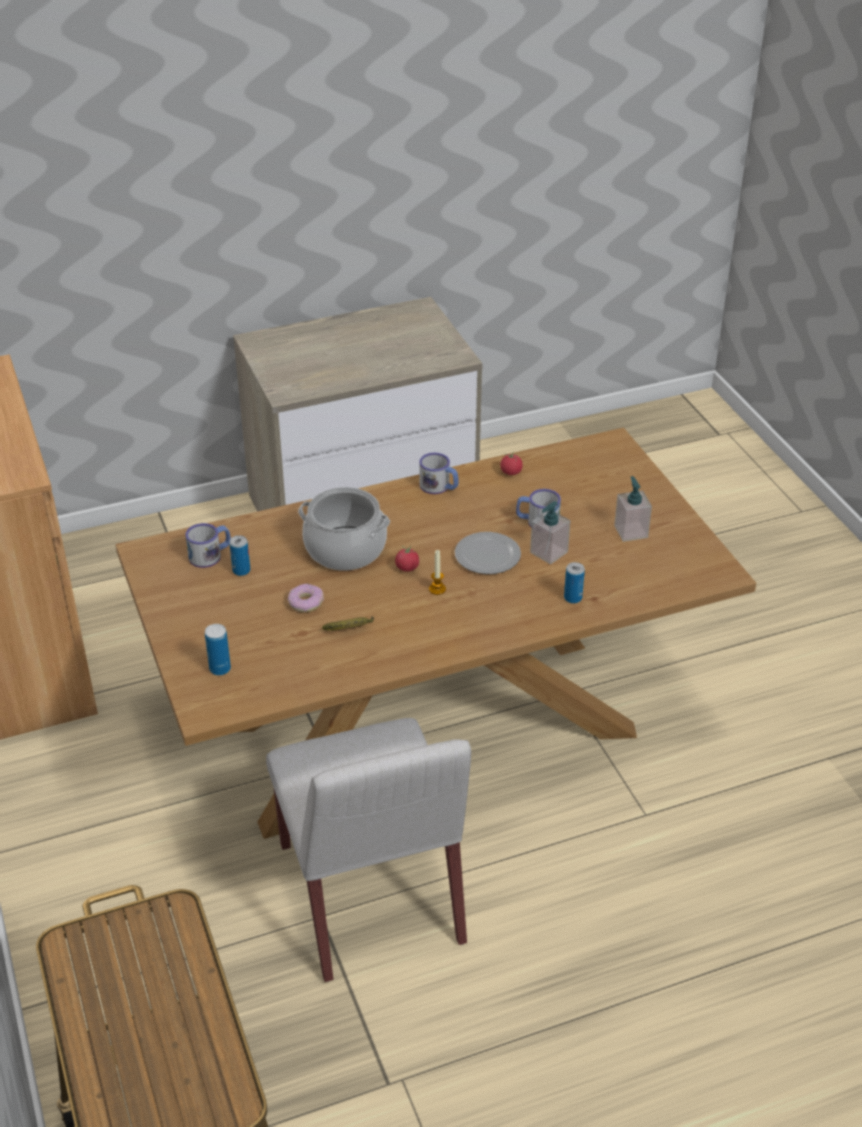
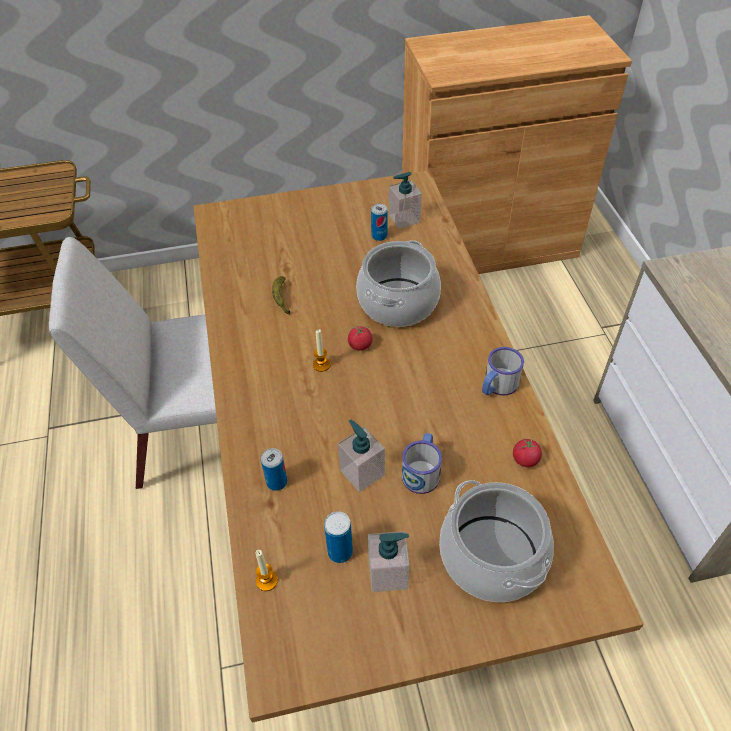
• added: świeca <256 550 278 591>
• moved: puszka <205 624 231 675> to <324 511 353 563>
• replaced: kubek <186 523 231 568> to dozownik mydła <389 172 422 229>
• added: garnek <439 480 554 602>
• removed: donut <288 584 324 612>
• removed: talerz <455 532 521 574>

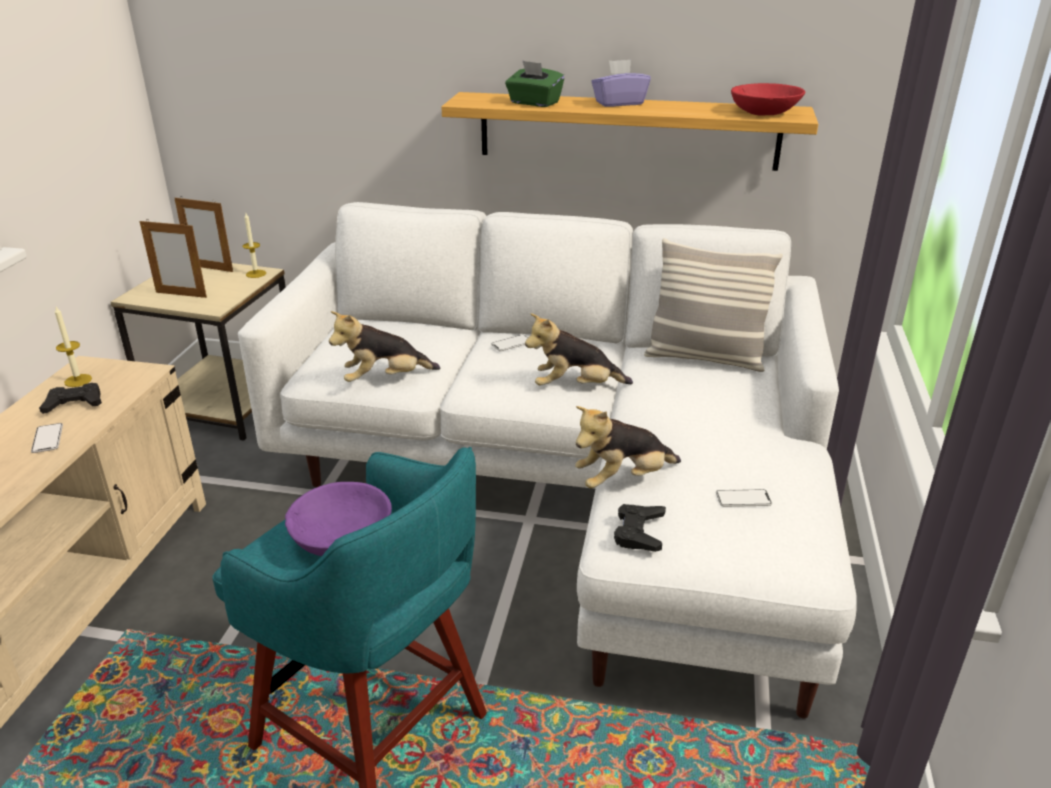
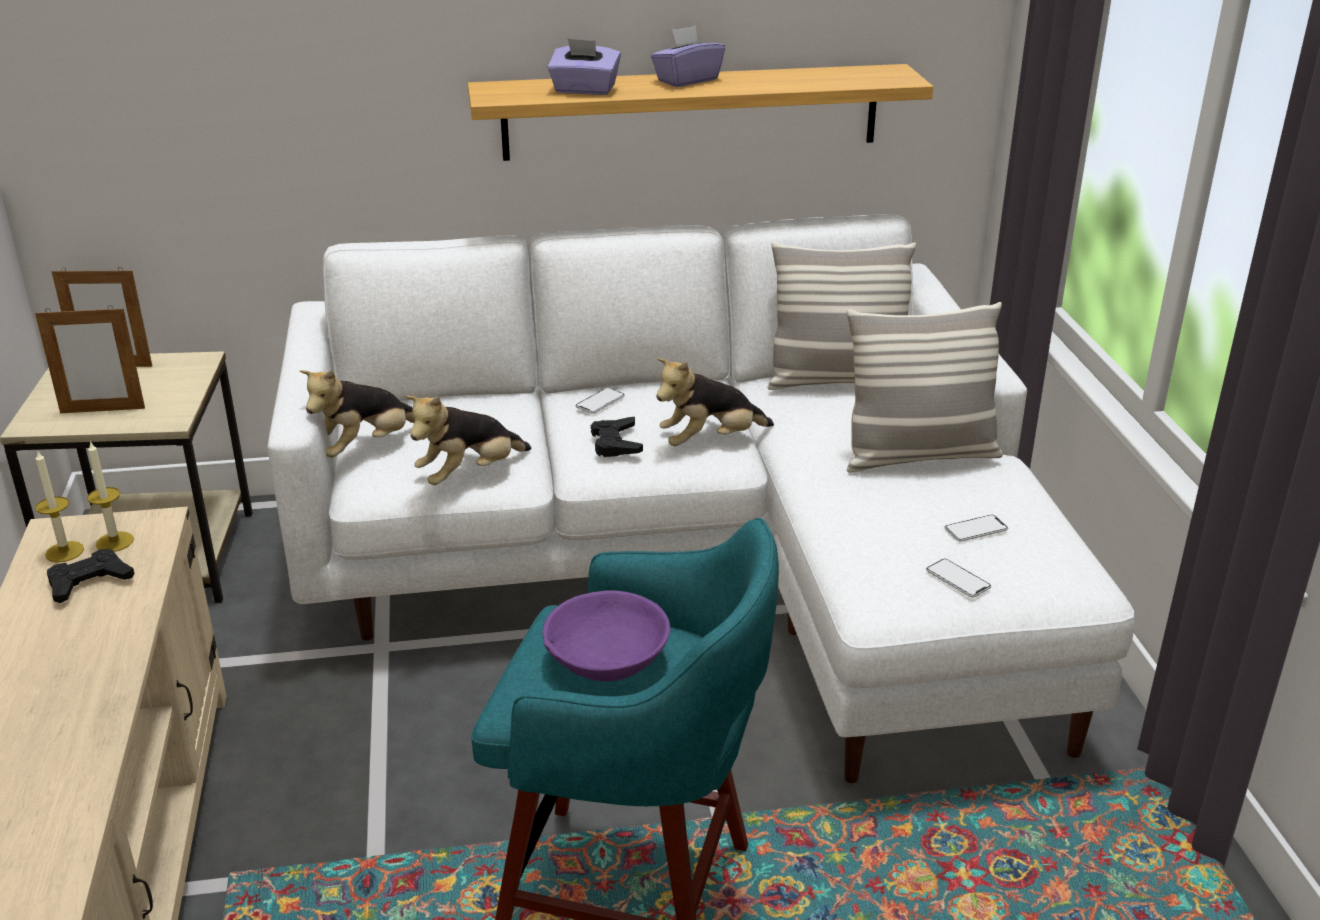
• moved: świeca <243 213 266 278> to <87 441 134 552>
• moved: pluszak <575 406 681 488> to <300 369 415 458>
• recoloured: pudełko chusteczek (zielony) <505 60 565 107> to pudełko chusteczek (fioletowy) <548 38 621 95>
• moved: pad do gier (czarny) <614 504 666 552> to <591 417 643 457>
• added: poduszka <847 302 1003 473>
• moved: telefon <31 423 63 453> to <926 559 991 597>
• removed: miska (czerwony) <731 83 805 115>

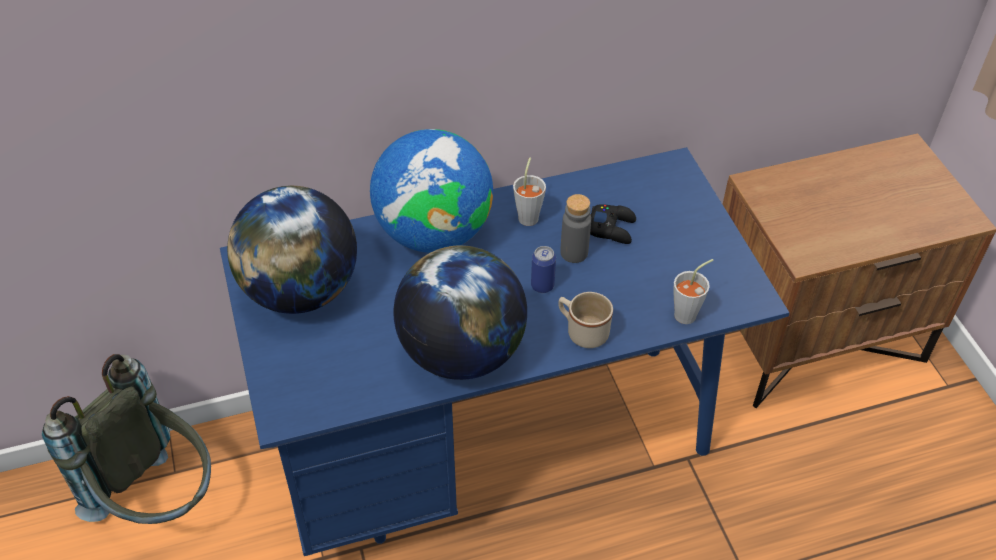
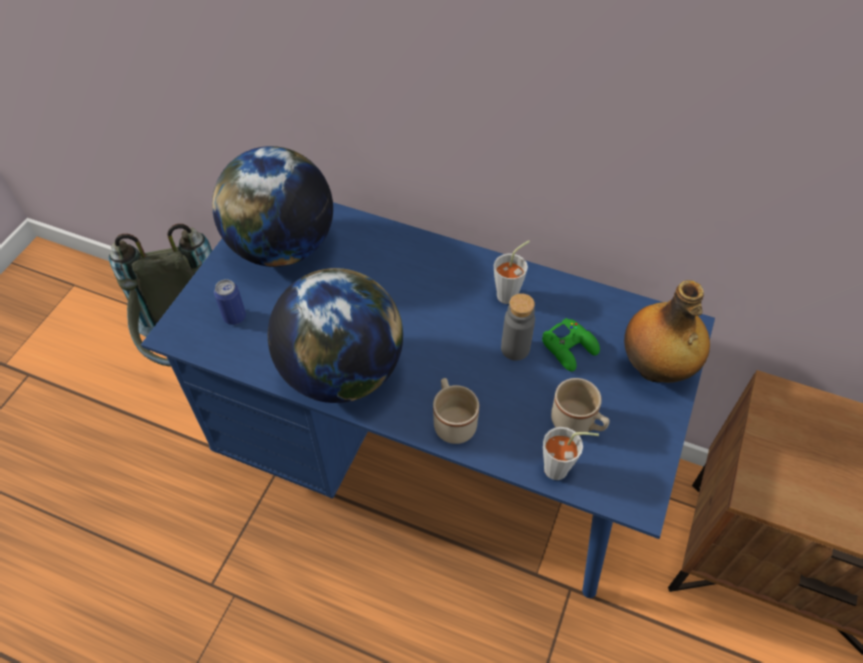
• moved: puszka <531 246 556 293> to <214 279 246 325>
• recoloured: pad do gier (czarny) <590 204 636 244> to pad do gier (zielony) <542 318 600 372>
• added: kubek (beżowy) <551 378 610 436>
• added: butelka <624 280 710 383>
• removed: globus <370 129 493 253>

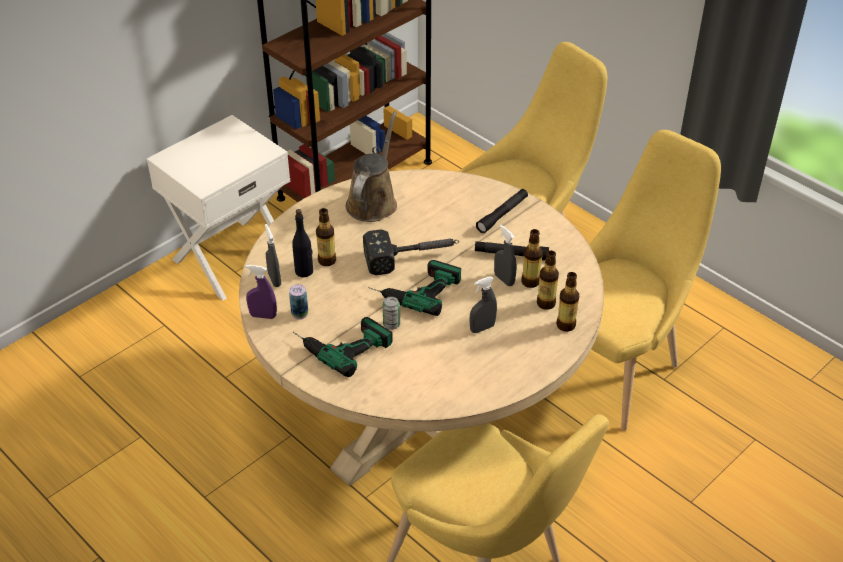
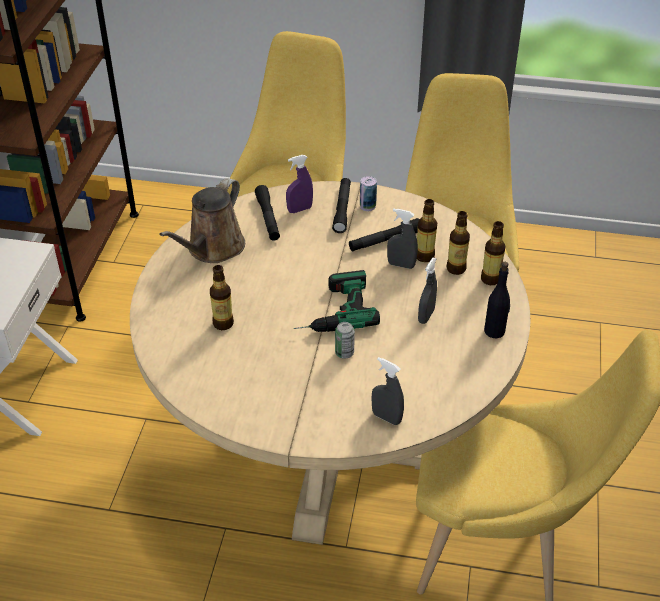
• turned: konewka (brązowy) <346 111 397 222> = <160 178 245 263> 135 degrees counterclockwise
• added: latarka (czarny) <255 185 280 240>
• moved: spryskiwacz (fioletowy) <245 265 277 319> to <286 155 313 213>
• moved: puszka <289 284 308 320> to <360 176 377 211>
• moved: spryskiwacz (szary) <265 224 281 287> to <372 357 404 425>
• moved: butelka (czarny) <292 209 313 277> to <484 262 510 338>
• removed: wiertarka <293 317 393 377>
• removed: młotek <363 229 459 275>

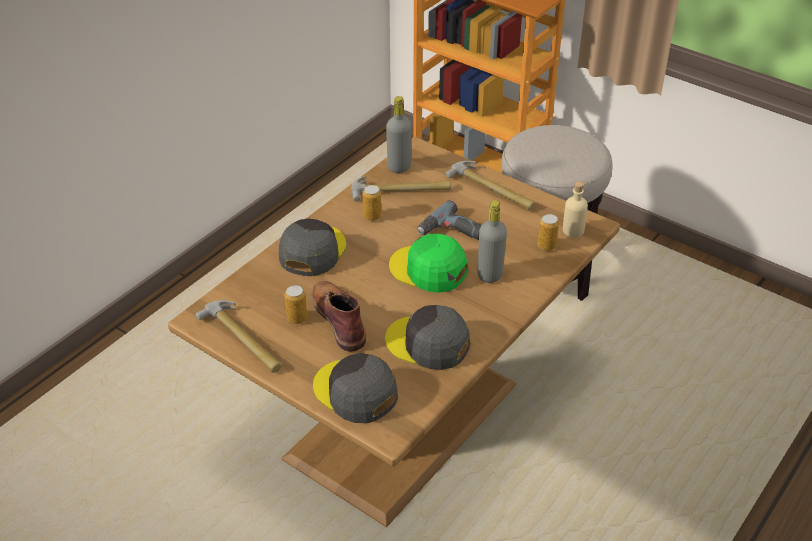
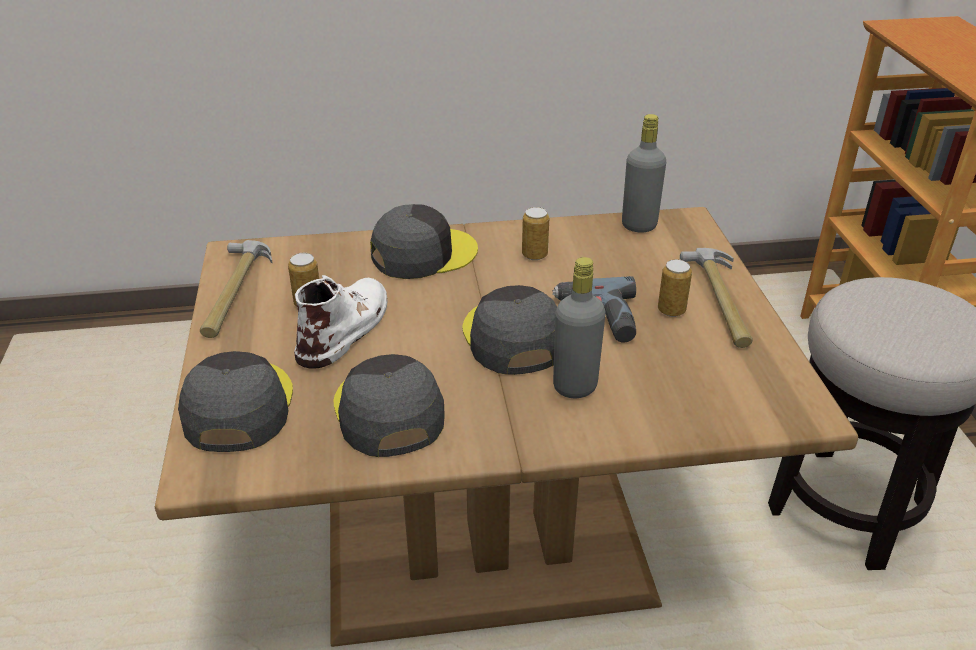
• recoloured: but z cholewką (brązowy) <312 281 366 351> to but z cholewką (biały) <294 275 387 369>
• recoloured: czapka z daszkiem (zielony) <389 234 467 293> to czapka z daszkiem (szary) <462 285 557 375>
• moved: puszka <538 214 559 251> to <658 259 692 317>
• removed: młotek <351 176 451 202>
• removed: butelka (beżowy) <563 181 588 237>

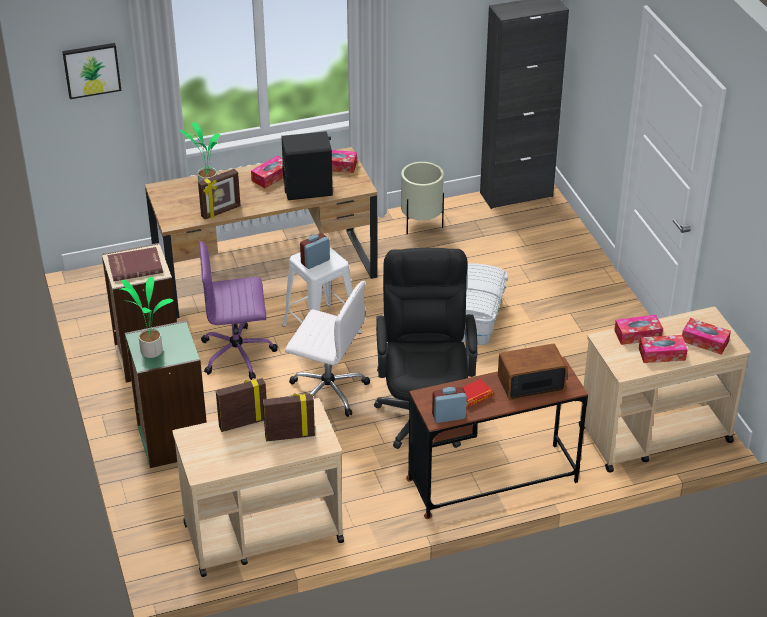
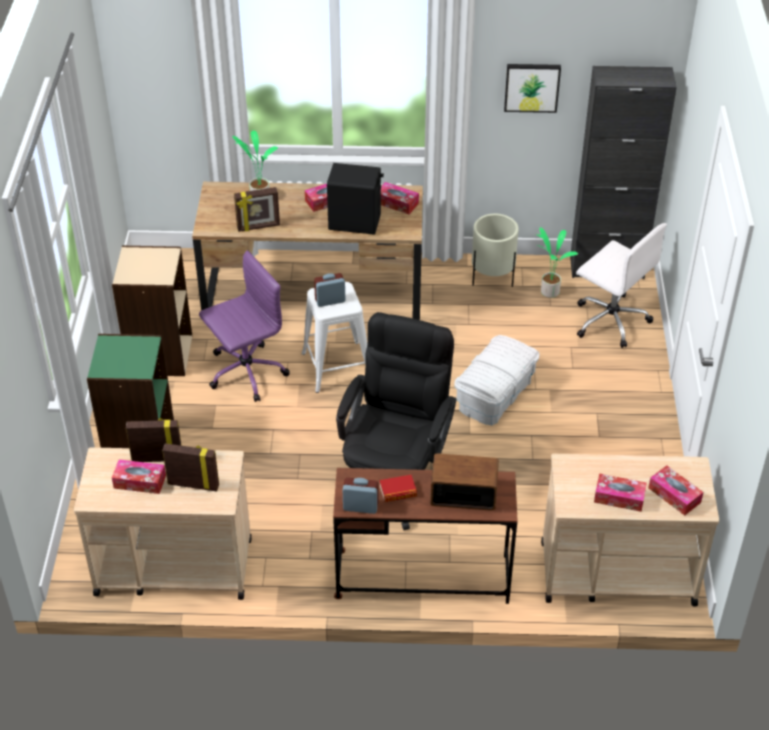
• moved: pudełko chusteczek <614 315 663 345> to <112 459 166 494>
• turned: krzesło biurowe (fioletowy) <199 241 278 380> = <199 250 290 402> 135 degrees clockwise
• moved: obraz <62 43 121 99> to <504 64 561 113>
• moved: roślina doniczkowa <118 277 174 358> to <536 227 578 298>
• moved: krzesło biurowe (biały) <285 281 370 417> to <576 223 667 348>
• removed: książka (czerwony) <108 247 163 281>

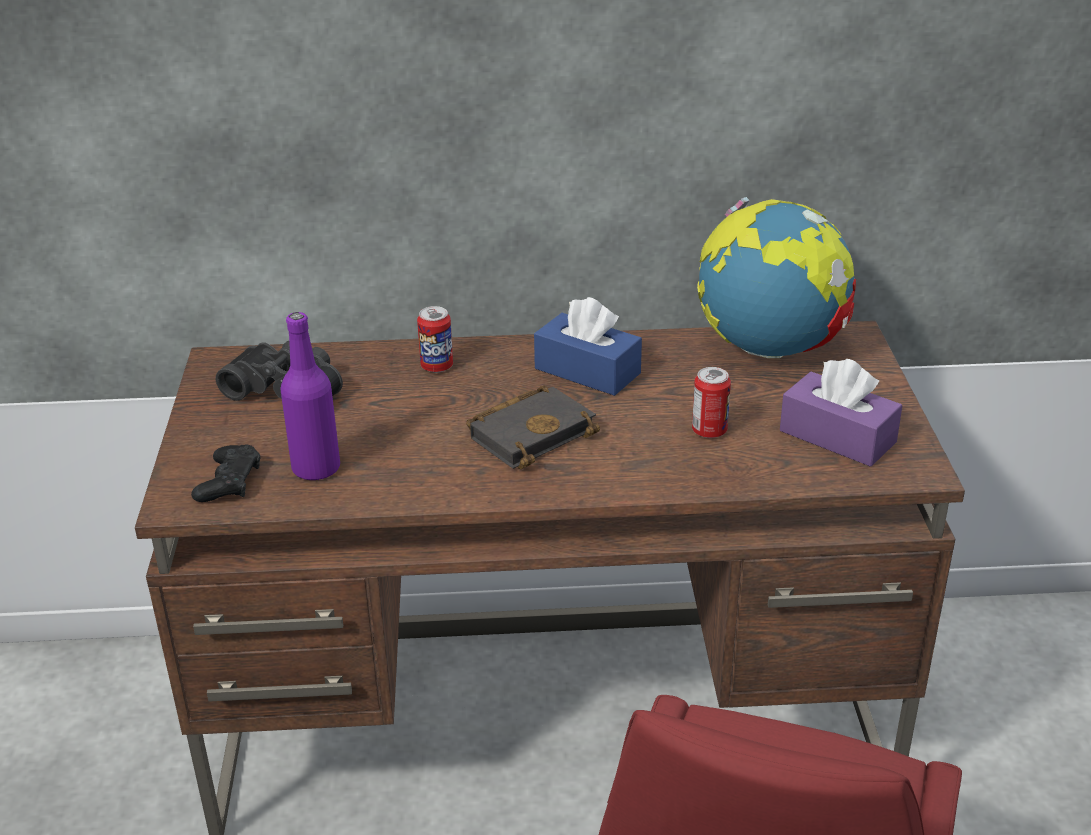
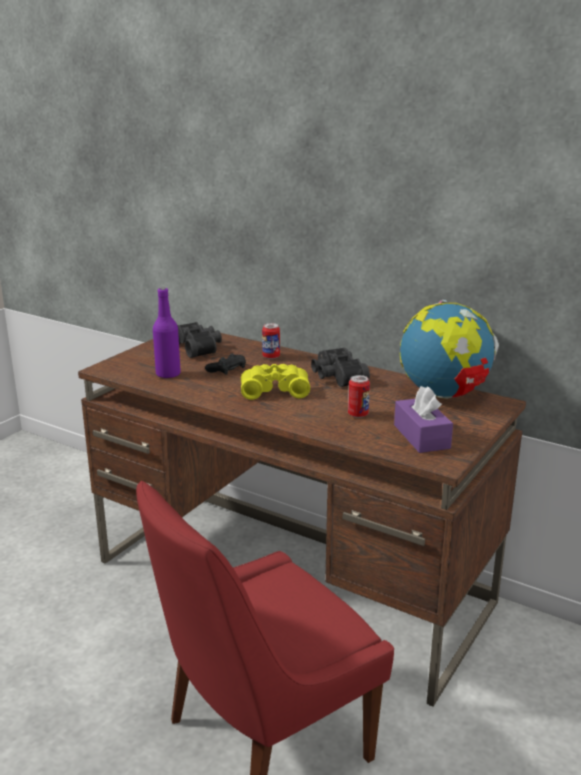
• moved: pad do gier (czarny) <191 444 260 502> to <205 354 246 375>
• replaced: książka (czarny) <466 385 600 469> to lornetka (żółty) <241 364 310 400>
• replaced: pudełko chusteczek (niebieski) <534 297 642 396> to lornetka (czarny) <311 347 370 387>

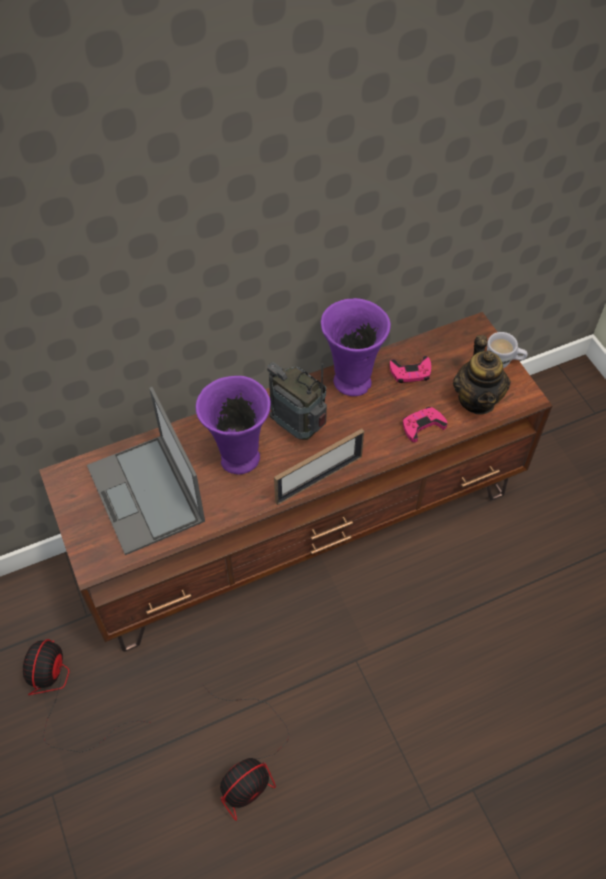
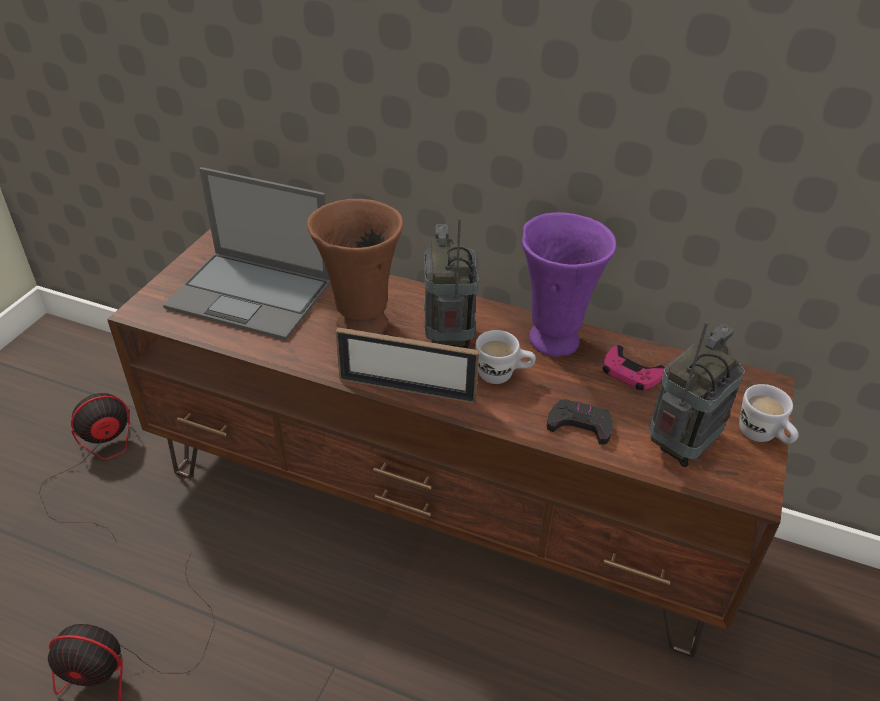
• turned: laptop <87 387 205 555> = <163 167 331 340> 90 degrees counterclockwise
• recoloured: wazon (fioletowy) <196 376 271 474> to wazon (brązowy) <307 199 403 334>
• added: kubek (biały) <475 330 536 384>
• recoloured: pad do gier (różowy) <403 407 448 442> to pad do gier (czarny) <547 399 613 445>
• replaced: imbryk <453 335 510 415> to radio <649 322 745 467>

